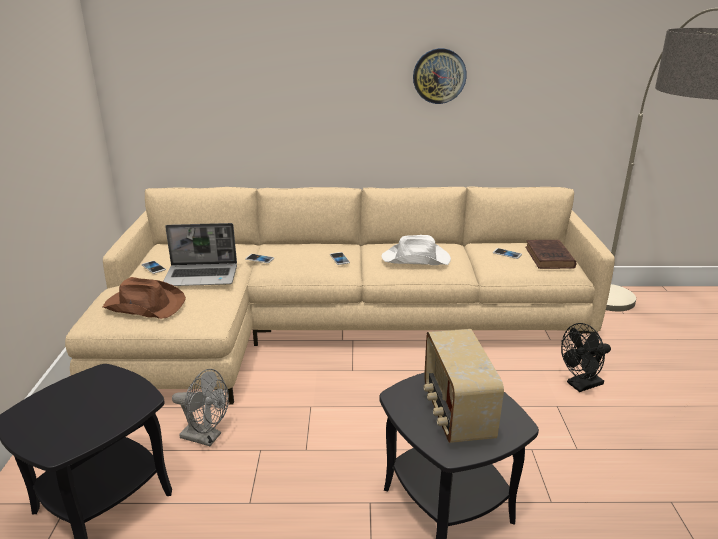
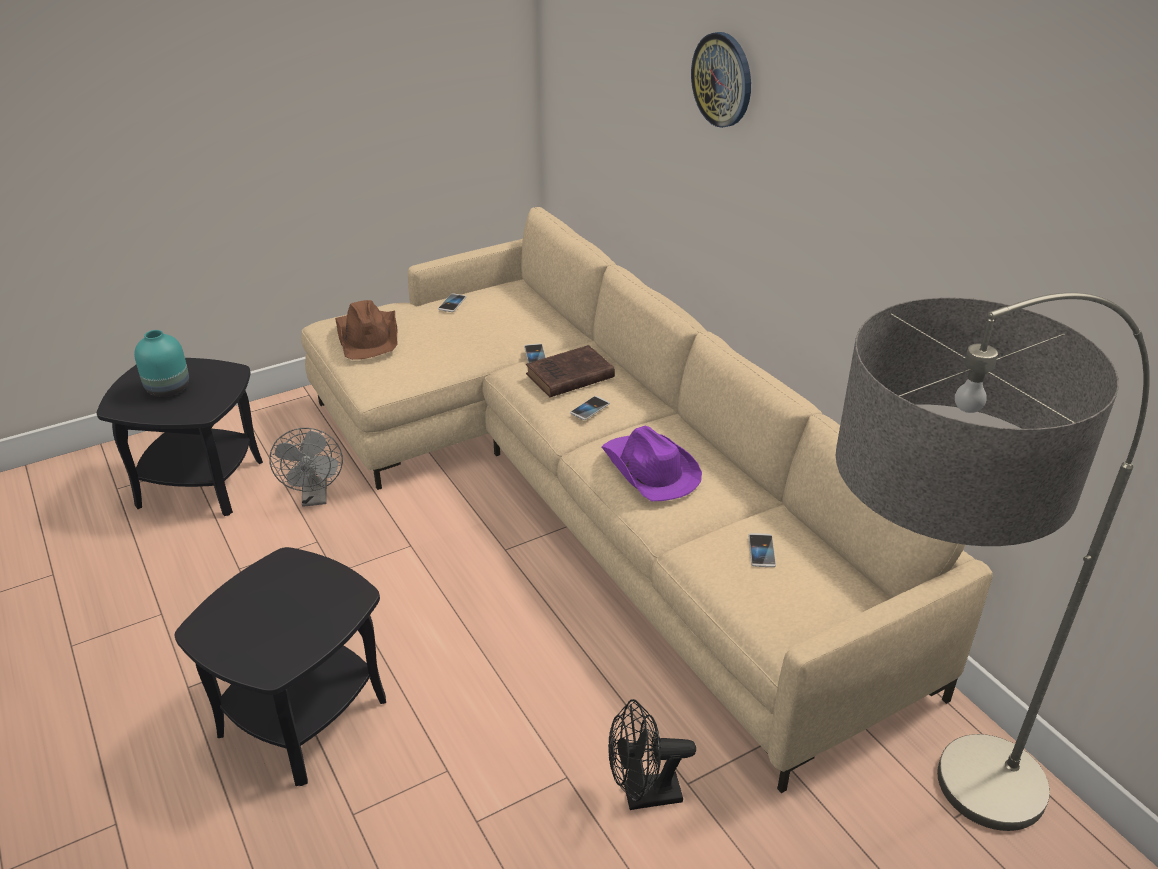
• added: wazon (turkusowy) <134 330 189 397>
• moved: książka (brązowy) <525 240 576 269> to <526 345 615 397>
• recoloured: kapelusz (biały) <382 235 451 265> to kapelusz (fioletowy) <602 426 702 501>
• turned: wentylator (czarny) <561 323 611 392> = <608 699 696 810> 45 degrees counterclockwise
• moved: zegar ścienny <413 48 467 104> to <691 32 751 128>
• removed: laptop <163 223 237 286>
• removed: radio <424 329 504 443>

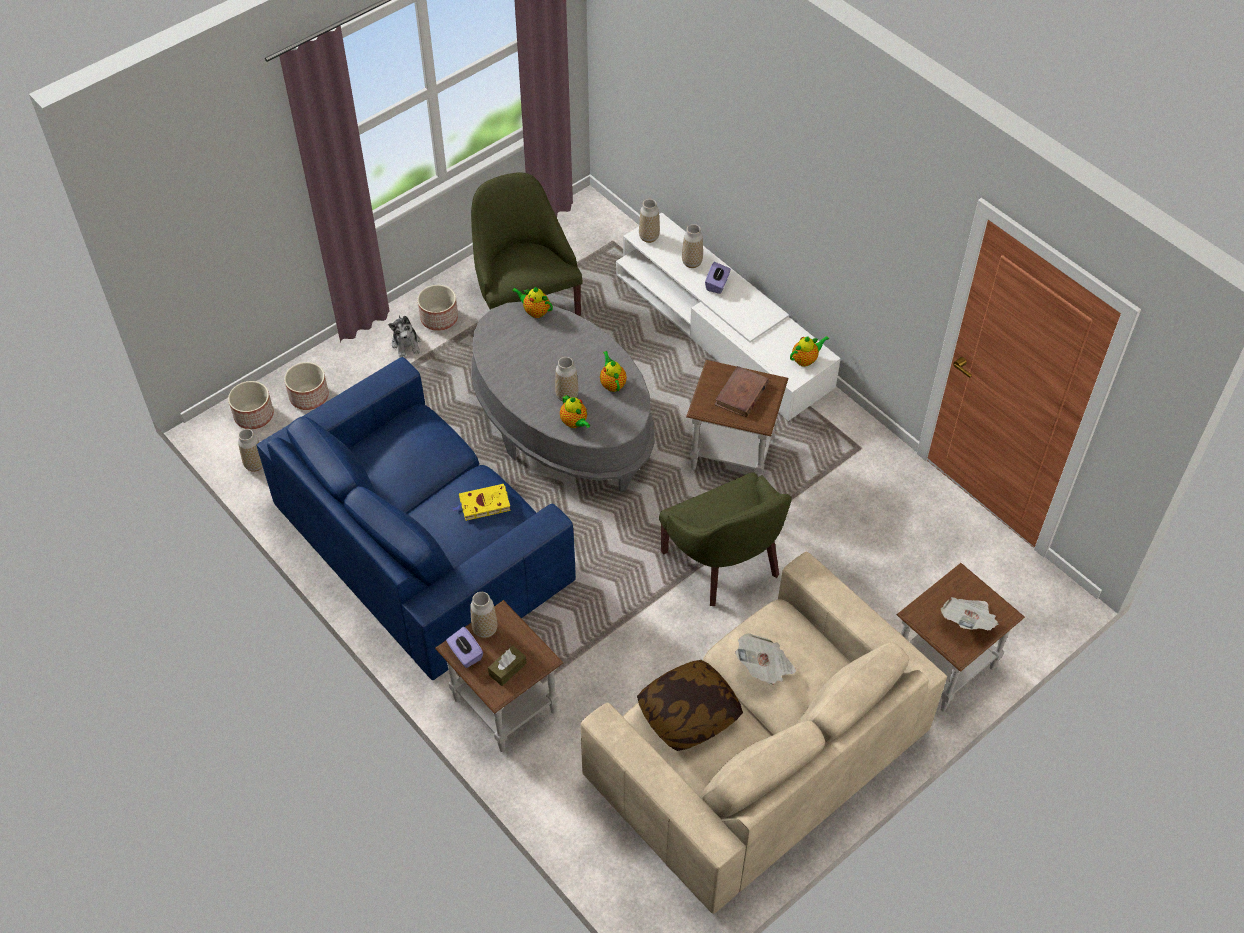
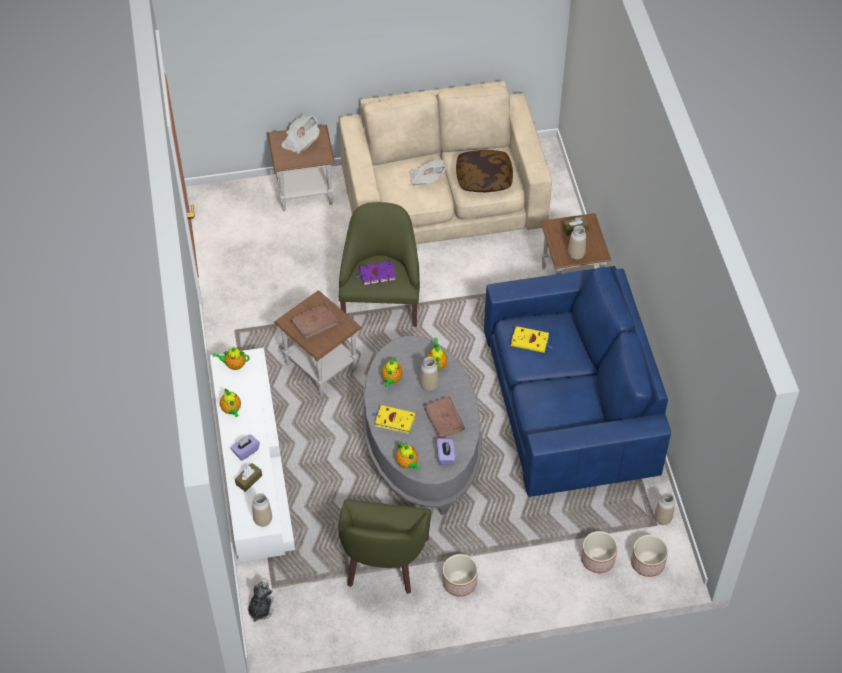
• added: imbryk <220 388 241 417>
• replaced: wazon <682 224 703 268> to pudełko chusteczek (brązowy) <235 463 262 492>
• moved: pluszak <388 315 420 358> to <248 579 274 622>
• added: książka (fioletowy) <355 261 396 285>
• added: książka (żółty) <372 405 415 434>
• added: książka (brązowy) <424 396 465 438>
• moved: pudełko chusteczek (fioletowy) <446 627 483 668> to <437 438 455 465>

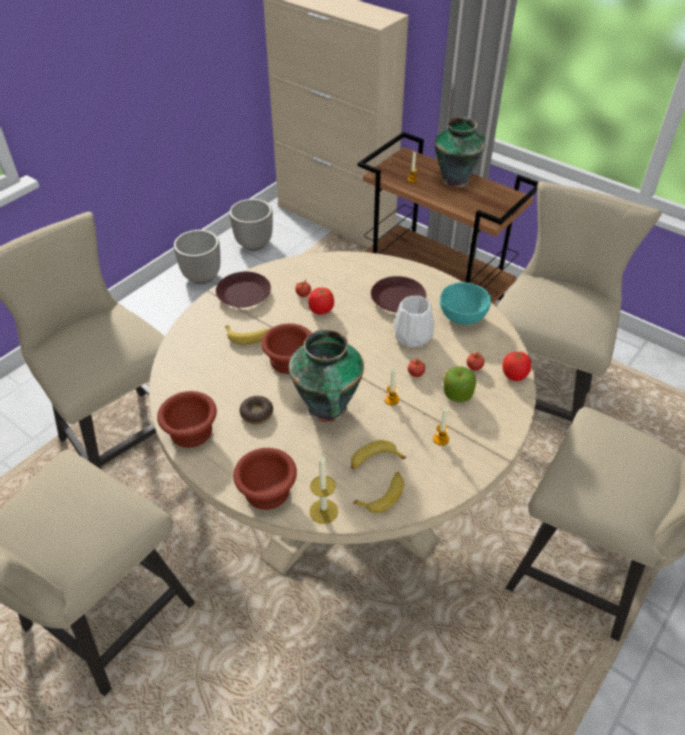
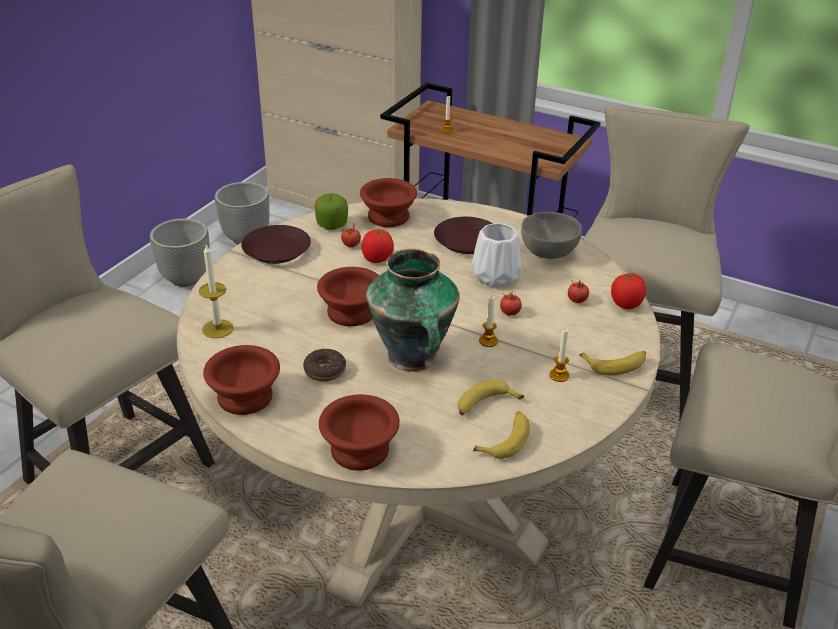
• moved: świeca <309 455 338 524> to <199 244 234 338>
• moved: jabłko <443 366 476 402> to <315 193 348 230>
• added: miska (brązowy) <360 178 417 227>
• recoloured: miska (turkusowy) <440 282 491 325> to miska (szary) <521 212 582 259>
• moved: banan <225 325 271 344> to <579 351 646 376>
• removed: wazon <435 117 485 188>

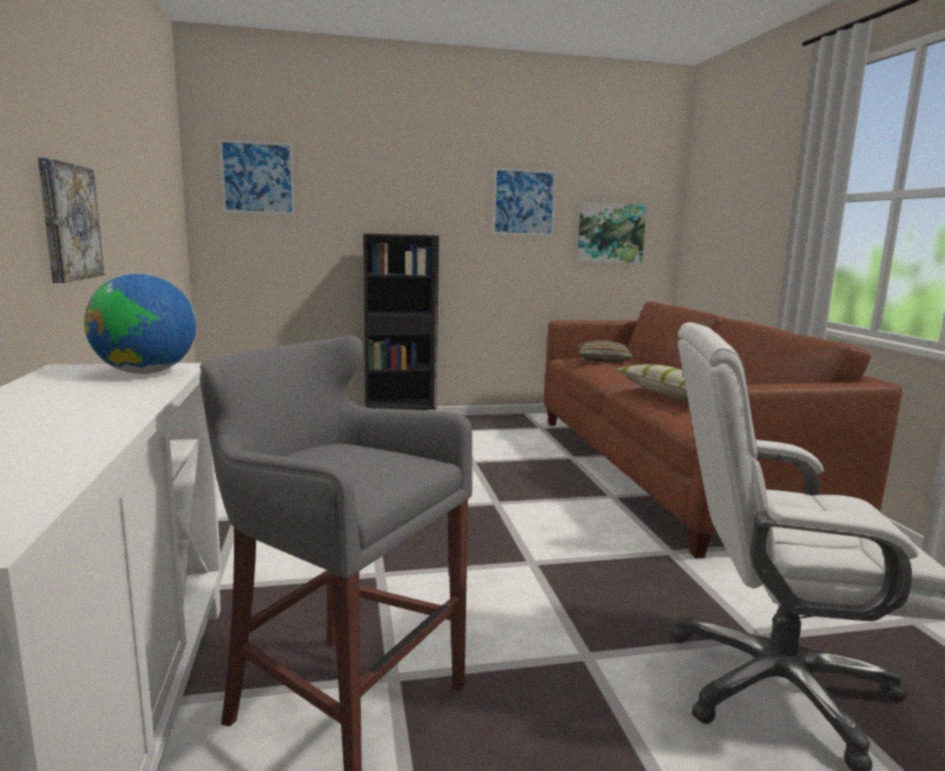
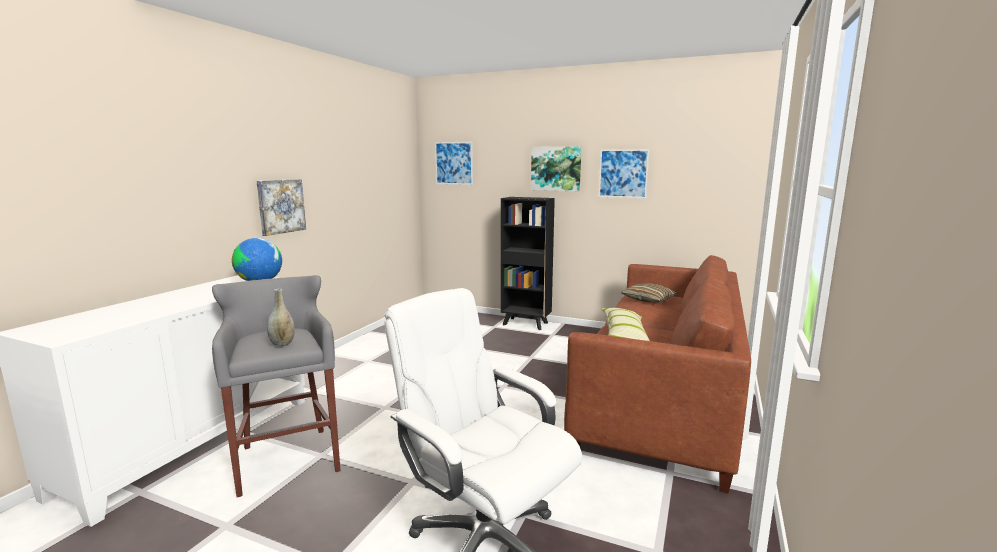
• added: wazon (szary) <267 289 295 346>
• moved: obraz <577 202 647 264> to <531 146 581 191>

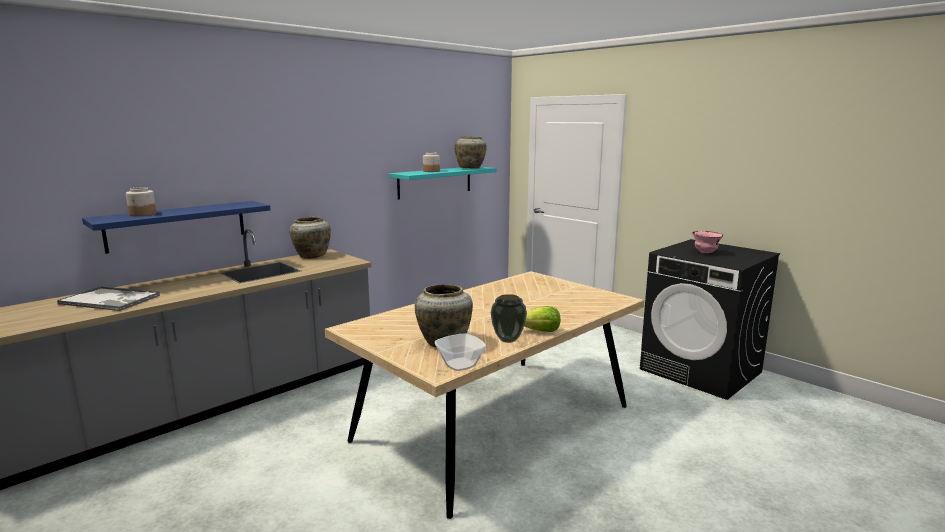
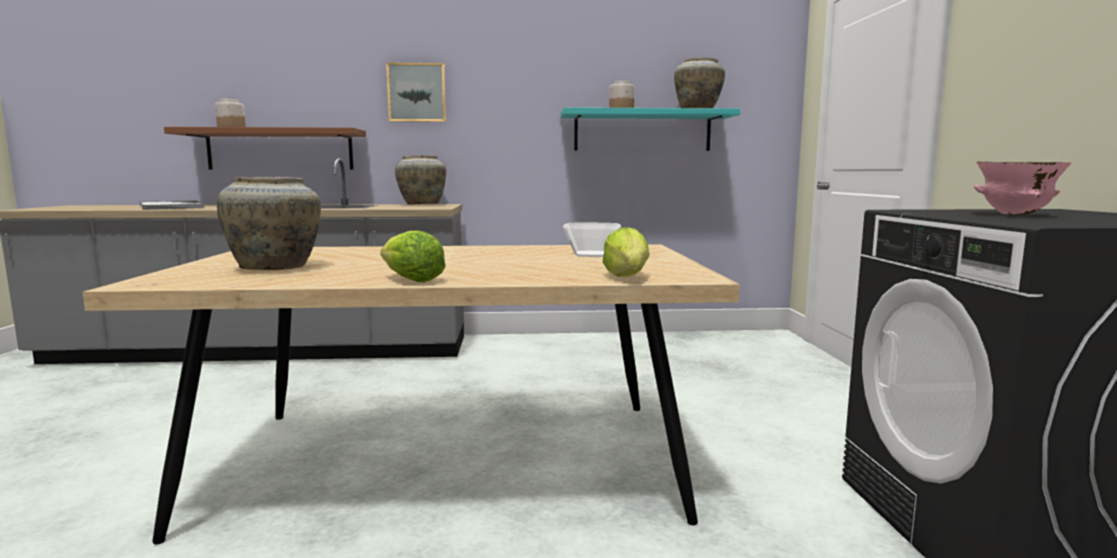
• recoloured: półka (niebieski) <82 201 270 254> to półka (brązowy) <164 127 366 169>
• added: obraz <386 62 446 122>
• moved: miska <435 333 486 371> to <563 223 621 257>
• added: sałata <602 227 649 277>
• removed: wazon <491 294 527 343>

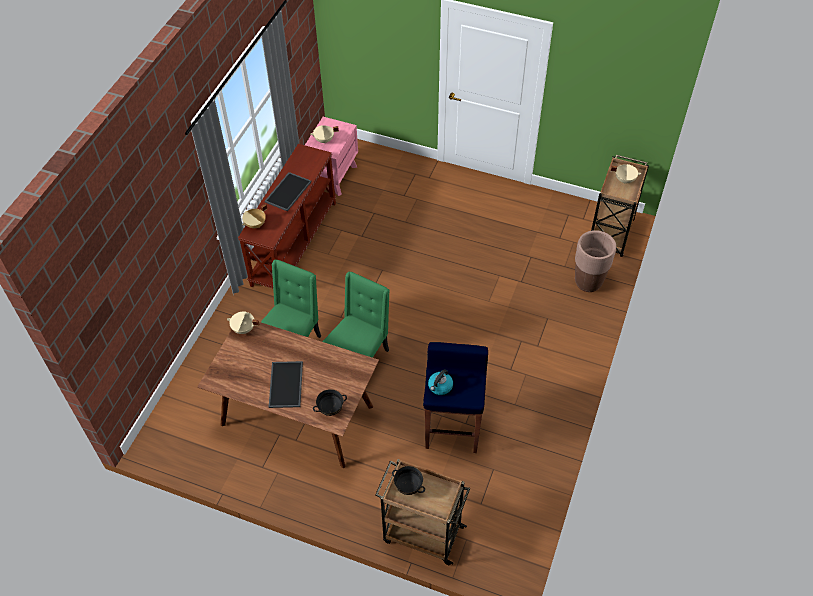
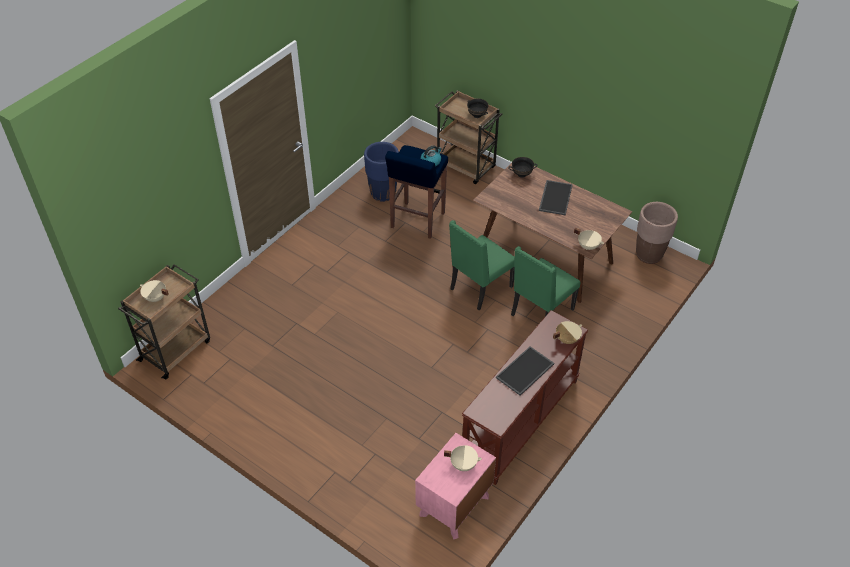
• added: donica (niebieski) <364 142 399 202>
• moved: donica (brązowy) <575 230 616 292> to <636 202 678 264>

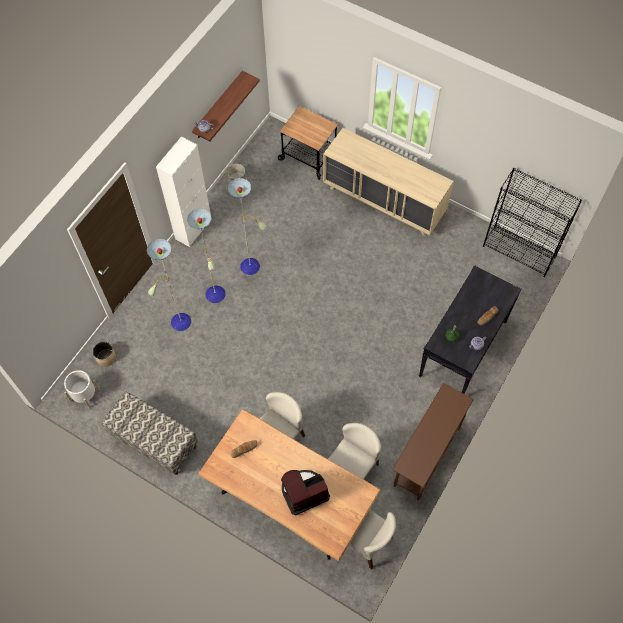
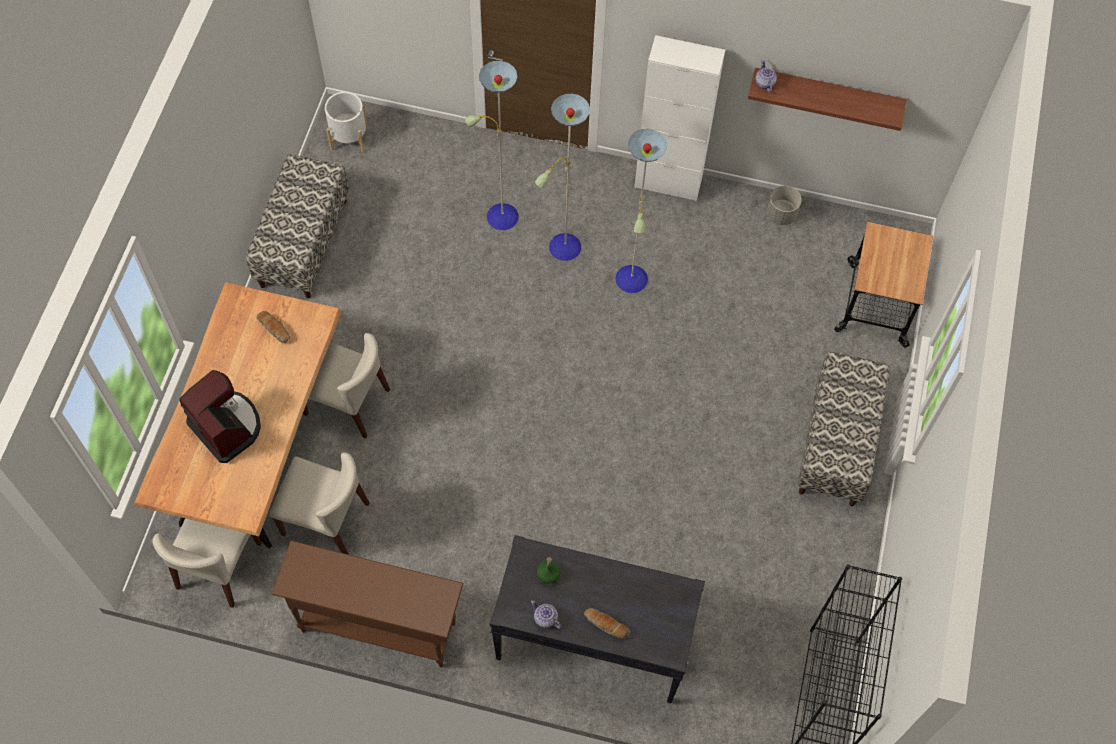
• replaced: komoda (beżowy) <323 128 454 236> to ławka <797 352 890 506>
• removed: donica <93 342 116 367>

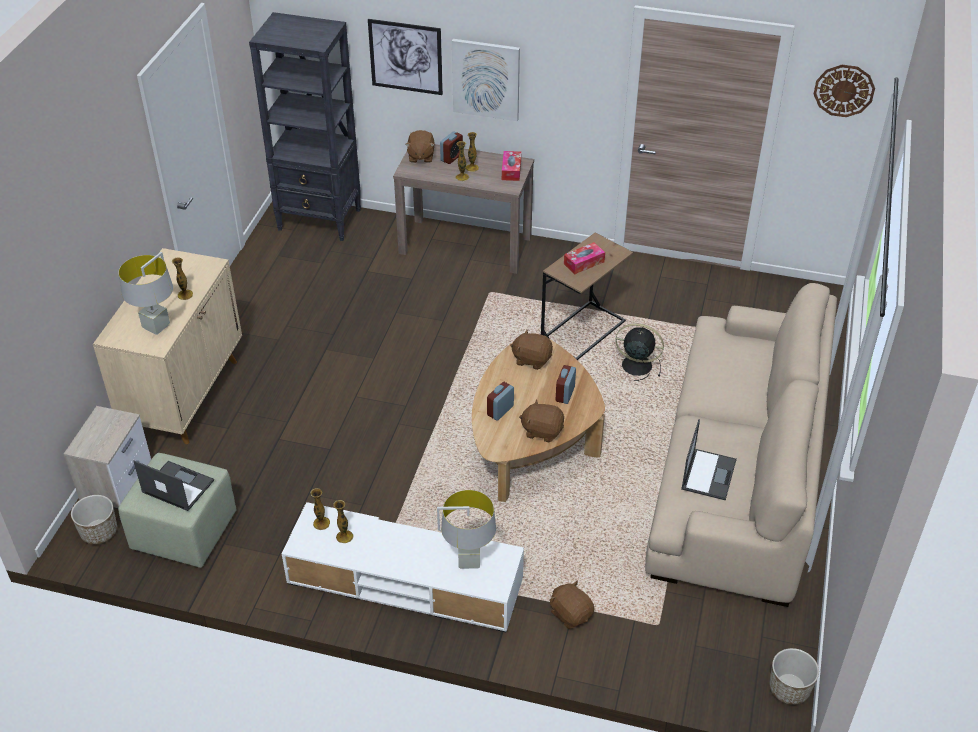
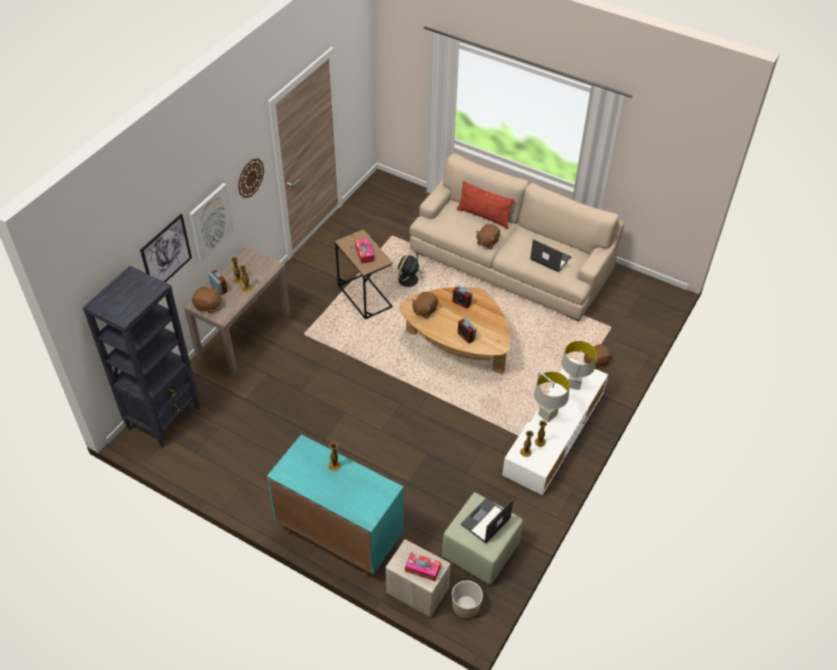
• moved: zegar ścienny <814 65 875 117> to <238 158 264 198>
• recoloured: szafka (beżowy) <93 248 242 444> to szafka (turkusowy) <267 434 404 578>
• moved: pudełko chusteczek <502 151 521 181> to <405 552 441 581>
• added: poduszka <457 181 515 229>
• moved: pluszak (brązowy) <519 399 564 442> to <476 224 500 249>
• moved: lampa stołowa (szary) <119 252 173 335> to <534 371 570 422>
• removed: donica <769 648 819 705>

